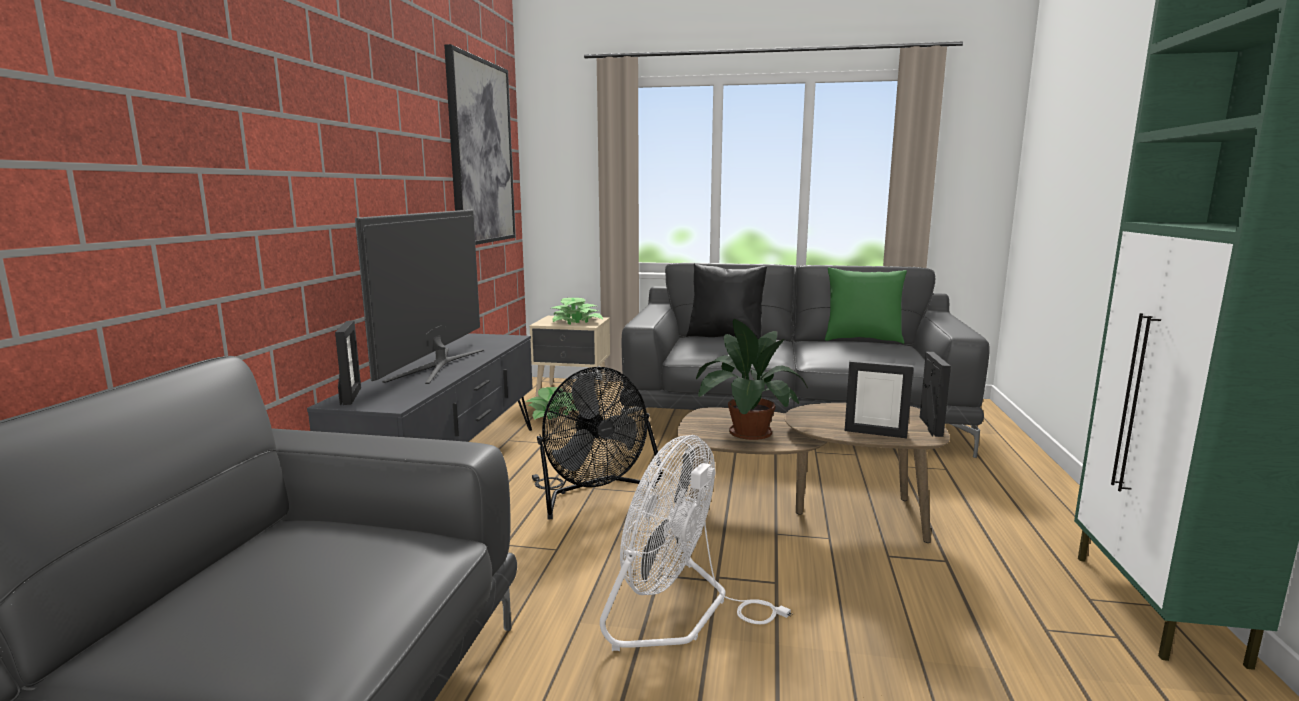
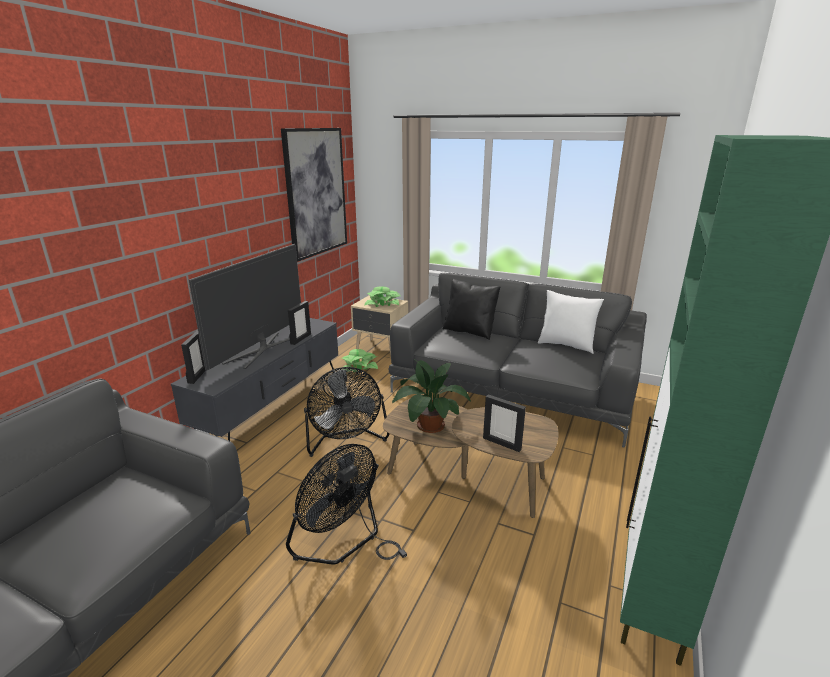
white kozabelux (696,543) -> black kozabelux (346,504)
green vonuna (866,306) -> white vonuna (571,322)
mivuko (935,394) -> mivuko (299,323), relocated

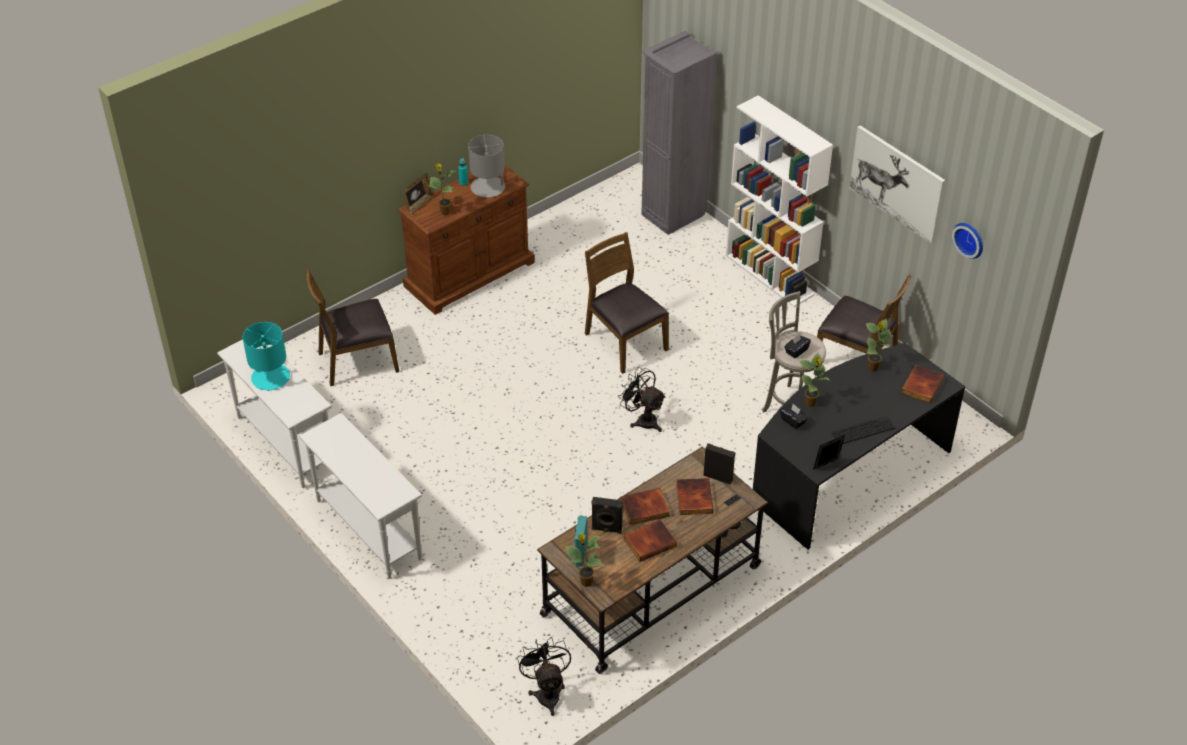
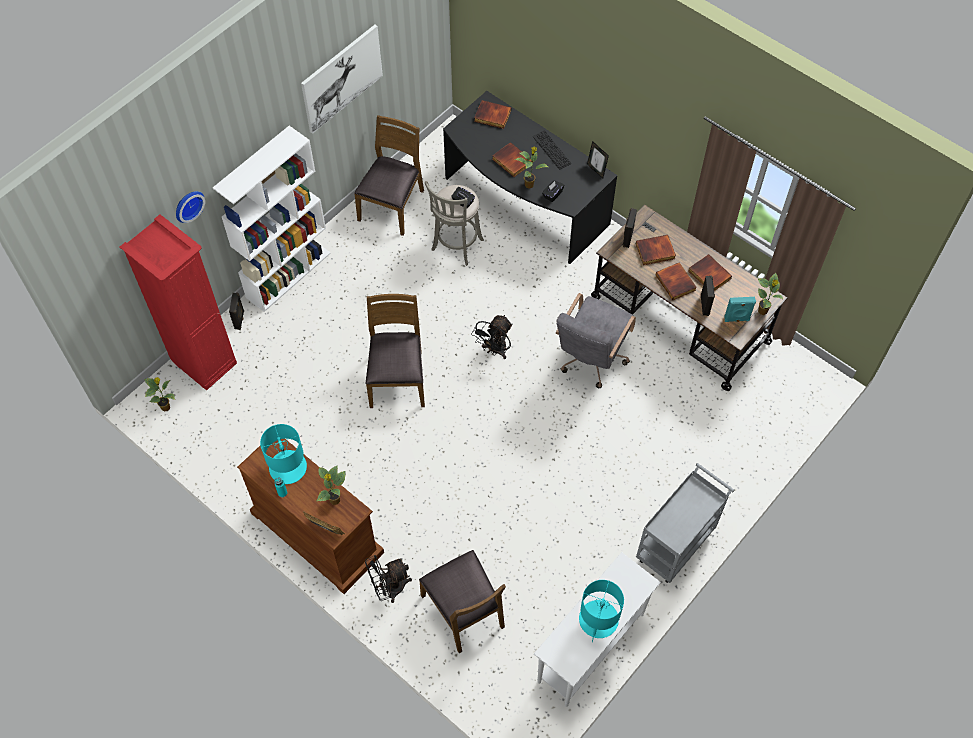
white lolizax (360,496) -> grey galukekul (685,523)
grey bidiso (489,166) -> turquoise bidiso (283,454)
black kozabelux (544,676) -> black kozabelux (388,579), relocated
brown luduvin (627,303) -> brown luduvin (395,351), 135 degrees clockwise
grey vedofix (679,133) -> red vedofix (178,302)
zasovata (878,345) -> zasovata (159,394), relocated
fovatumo (967,241) -> fovatumo (190,207), relocated
none -> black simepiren (236,311)
none -> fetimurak (512,159)
none -> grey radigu (596,340)

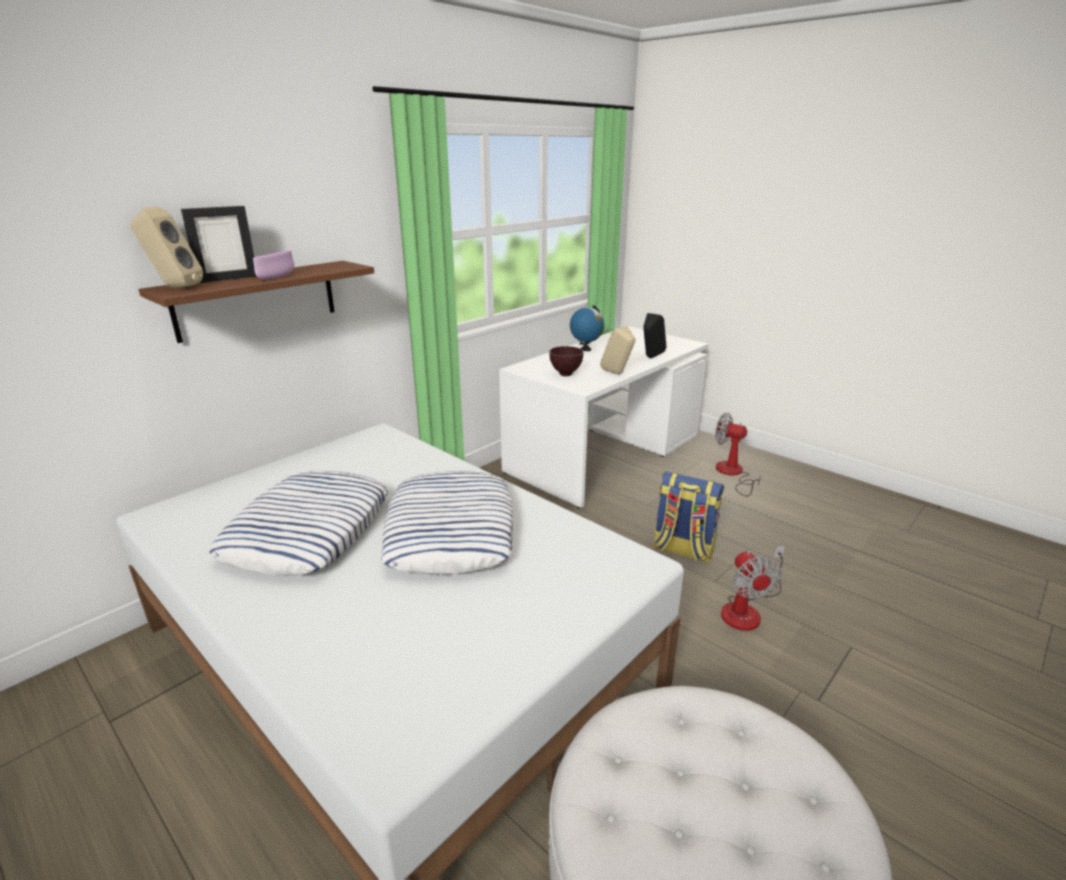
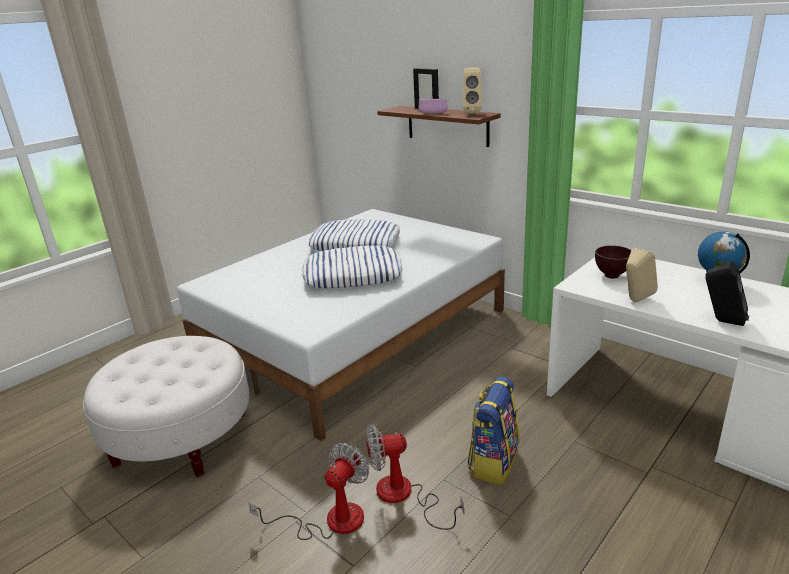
beige simepiren (166,247) -> beige simepiren (472,90), relocated
kozabelux (738,455) -> kozabelux (308,491), relocated

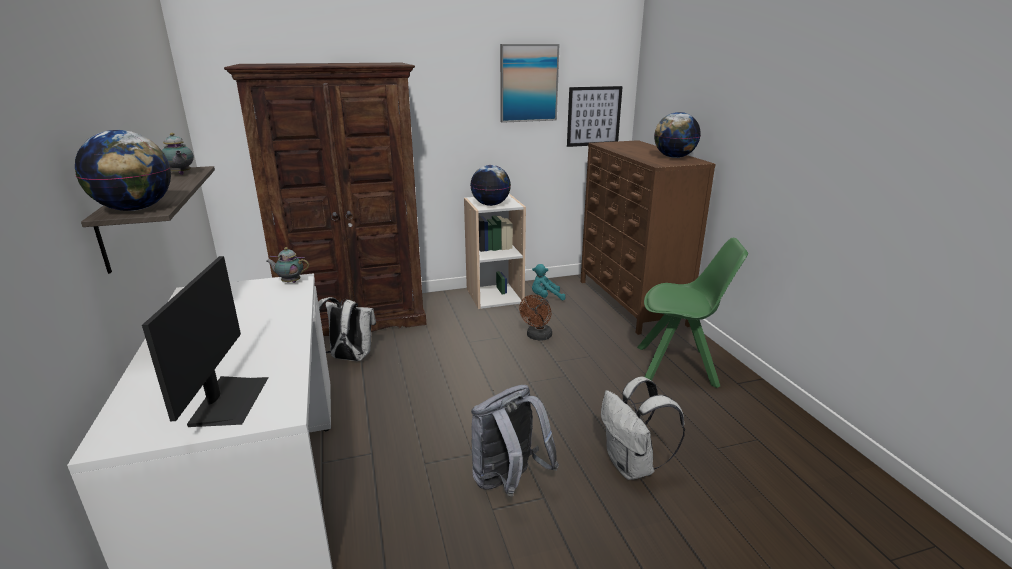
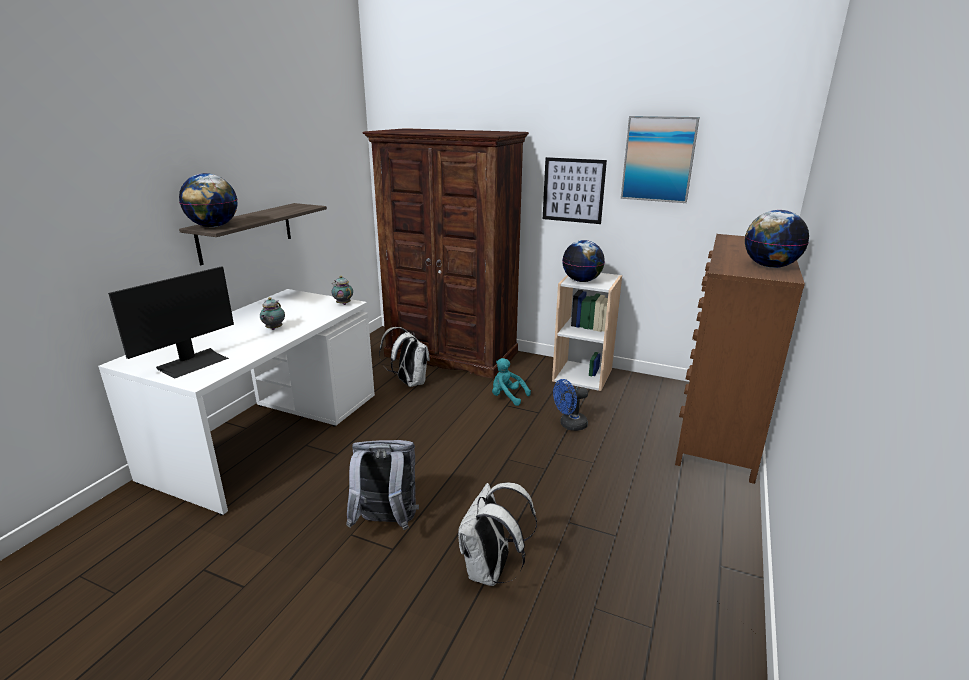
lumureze (178,154) -> lumureze (272,313), relocated
brown kozabelux (535,318) -> blue kozabelux (570,405)
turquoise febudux (548,282) -> turquoise febudux (511,382), relocated
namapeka (595,116) -> namapeka (575,190), relocated
green luduvin (692,313) -> none

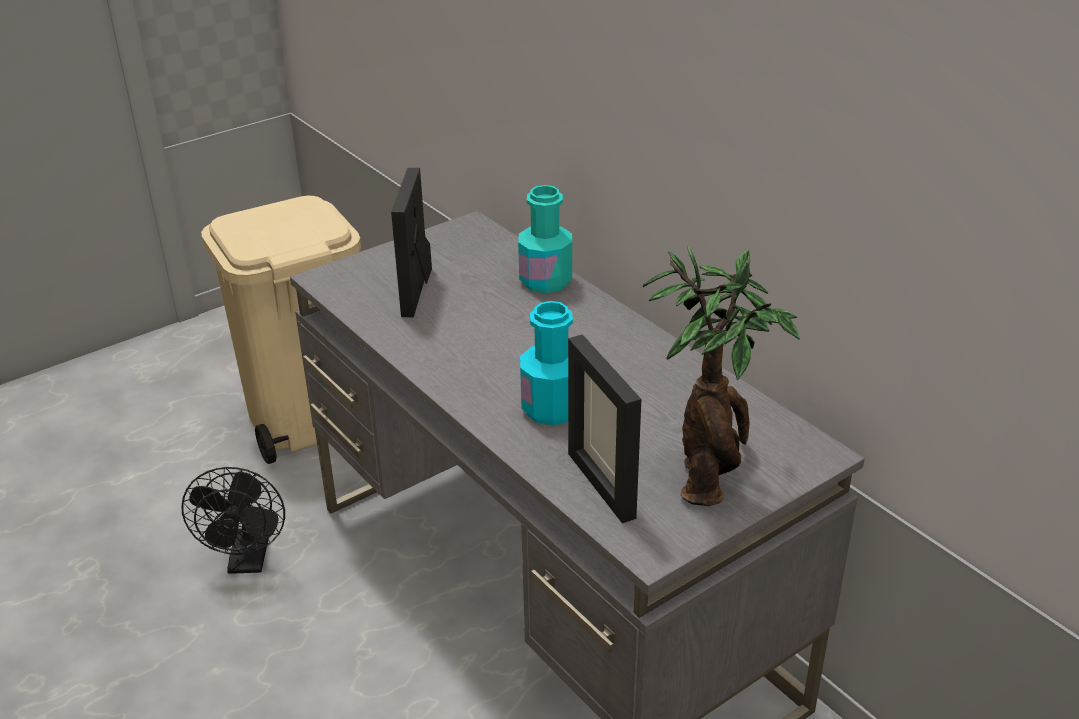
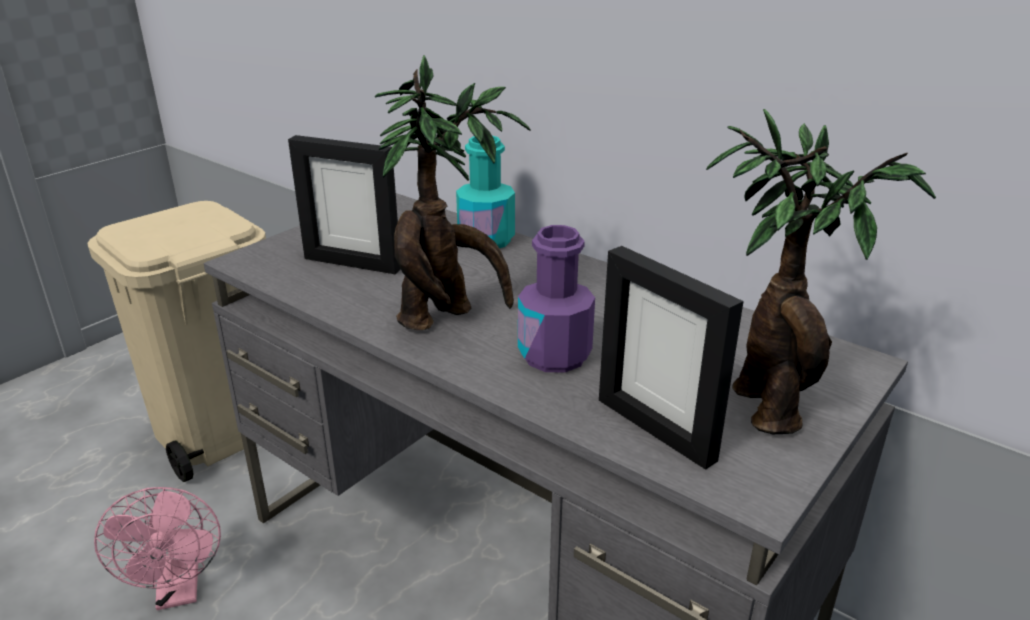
black kozabelux (233,520) -> pink kozabelux (157,548)
mivuko (411,242) -> mivuko (344,204), 60 degrees counterclockwise
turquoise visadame (546,363) -> purple visadame (556,299)
none -> zasovata (453,192)

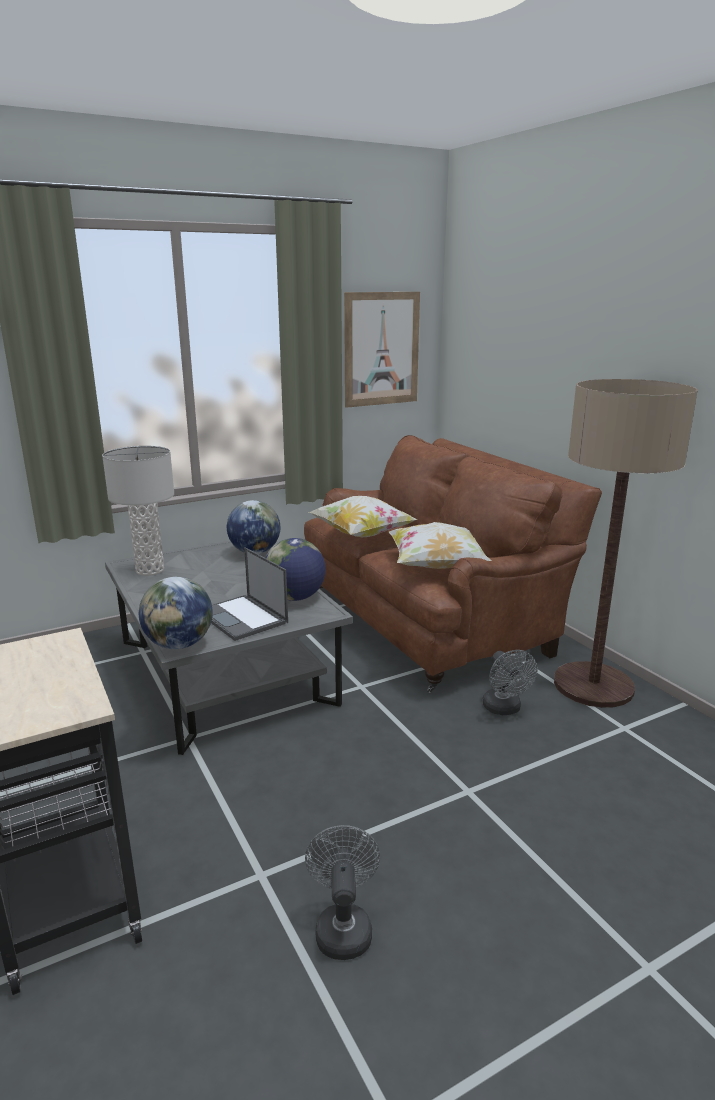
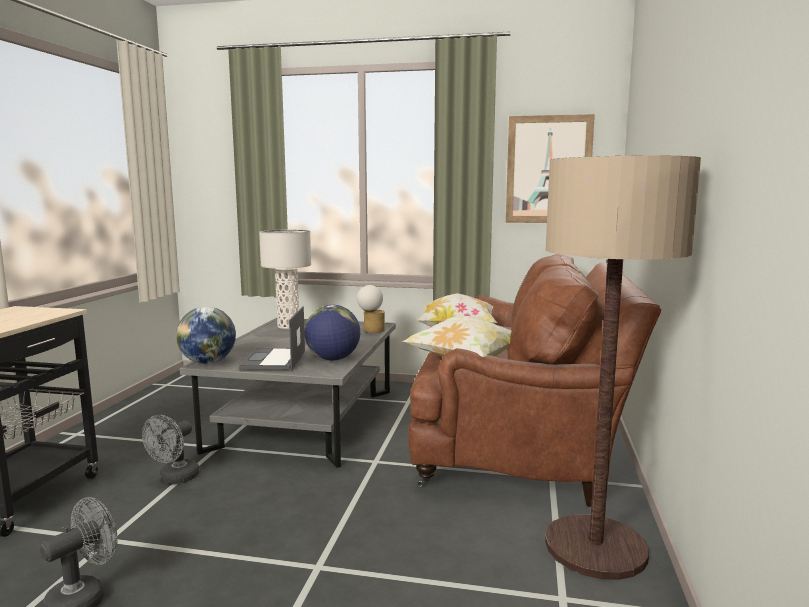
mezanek (253,527) -> bidiso (371,309)
grey kozabelux (510,682) -> grey kozabelux (171,449), relocated

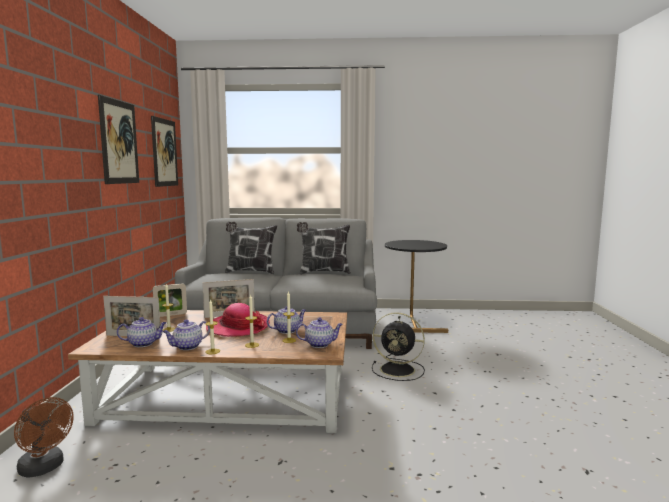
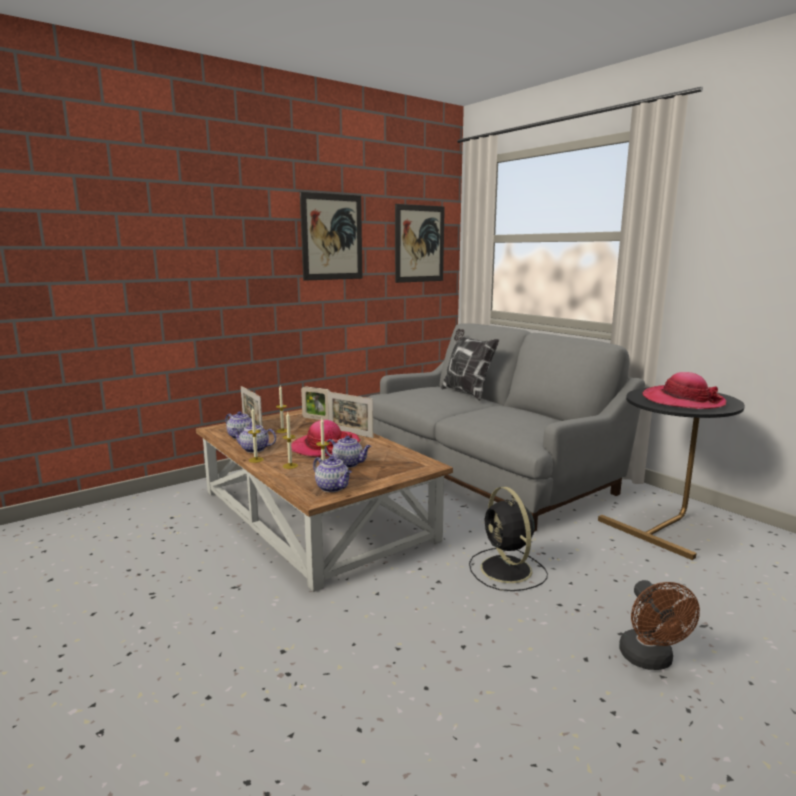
brown kozabelux (44,437) -> brown kozabelux (659,625), relocated
vonuna (324,248) -> none
none -> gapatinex (684,390)

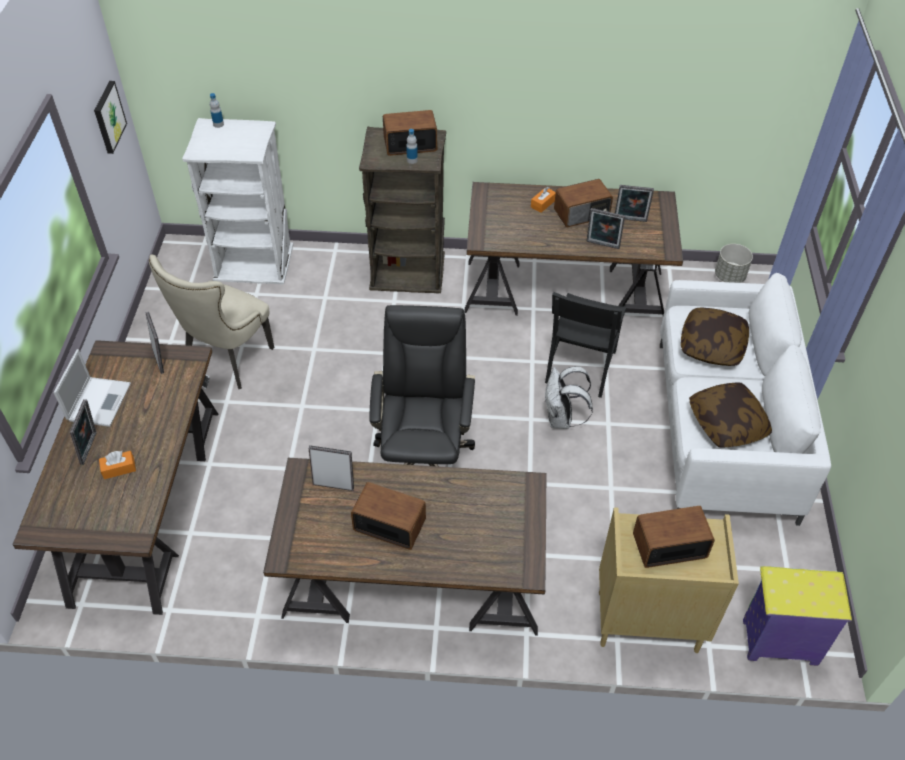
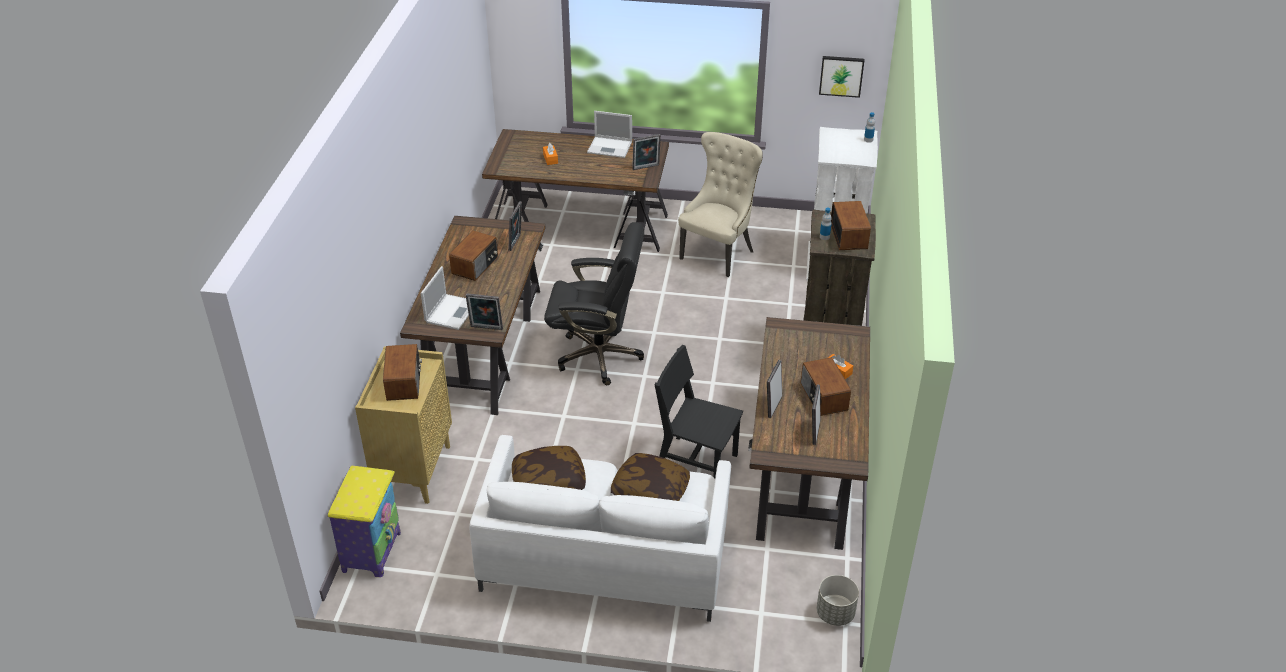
mivuko (83,432) -> mivuko (484,311), relocated
beige luduvin (211,321) -> beige luduvin (720,204), 90 degrees clockwise
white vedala (568,397) -> none
none -> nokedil (445,298)

